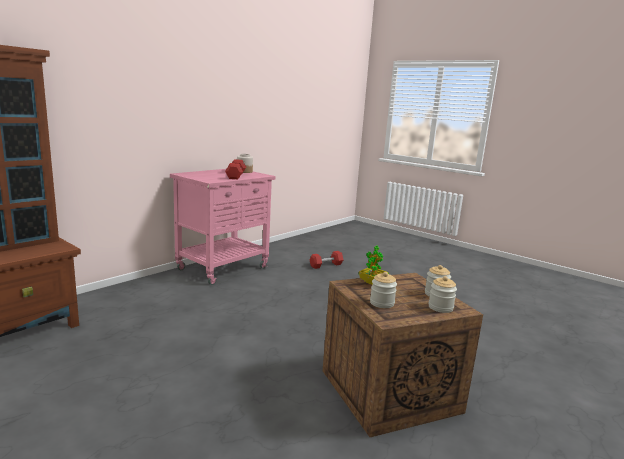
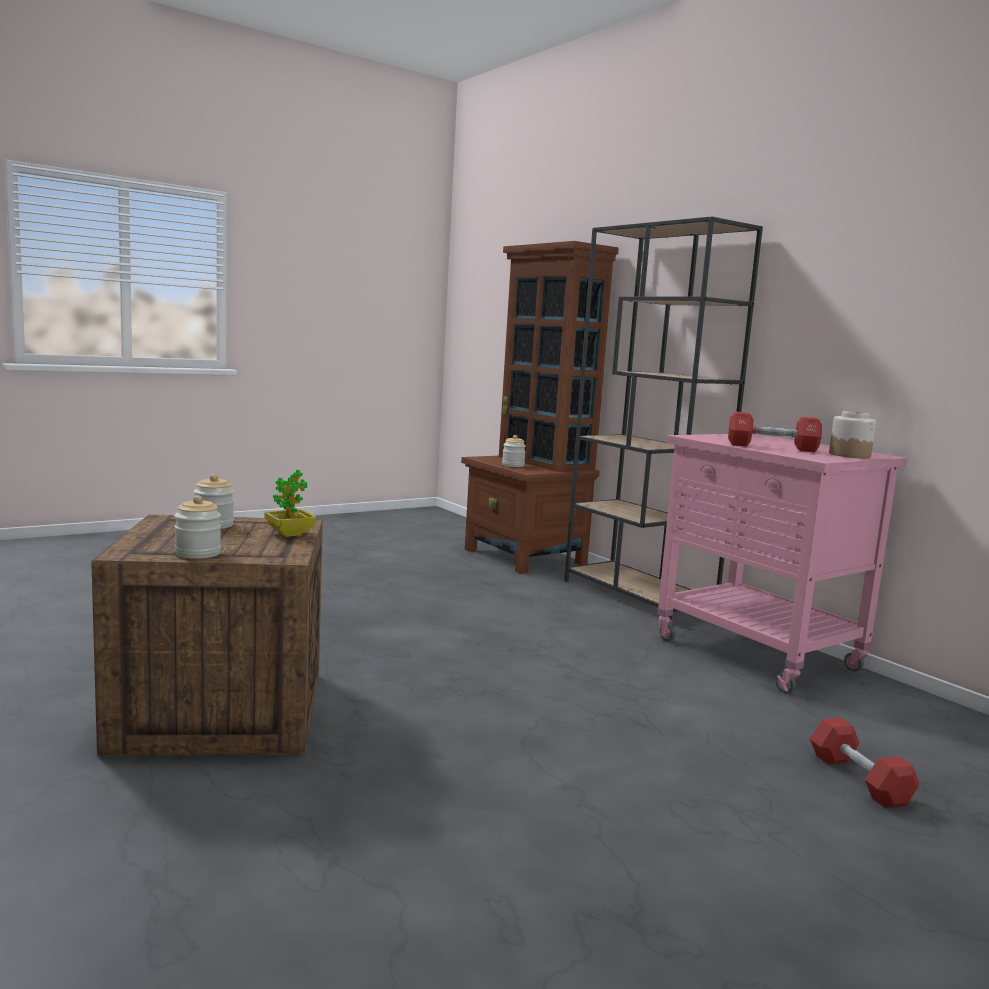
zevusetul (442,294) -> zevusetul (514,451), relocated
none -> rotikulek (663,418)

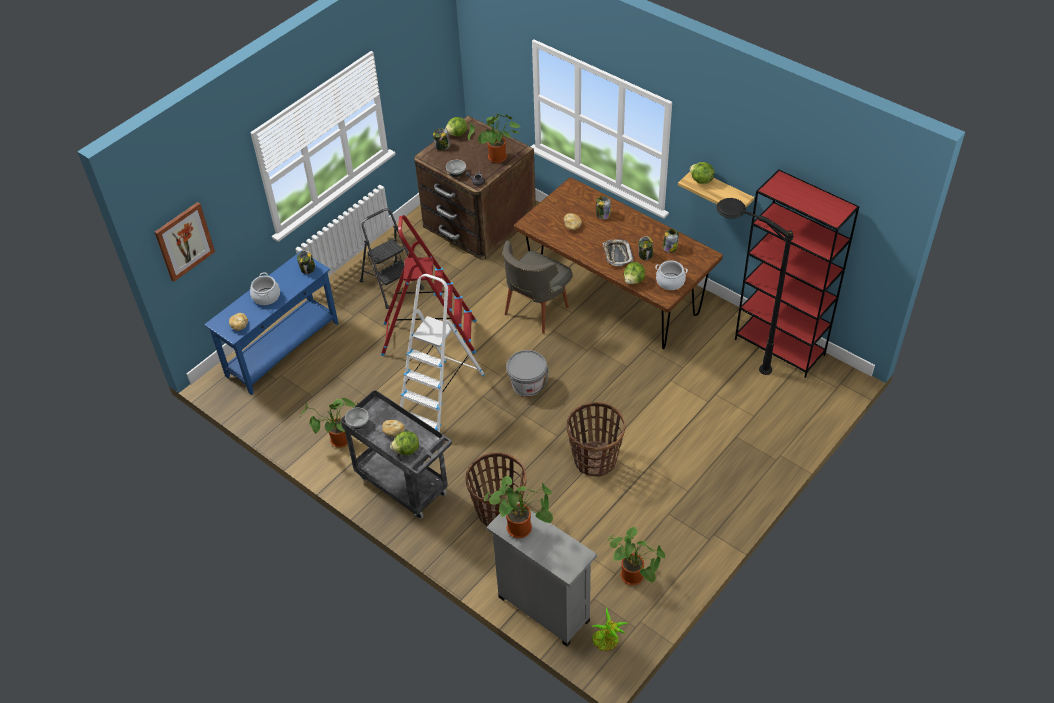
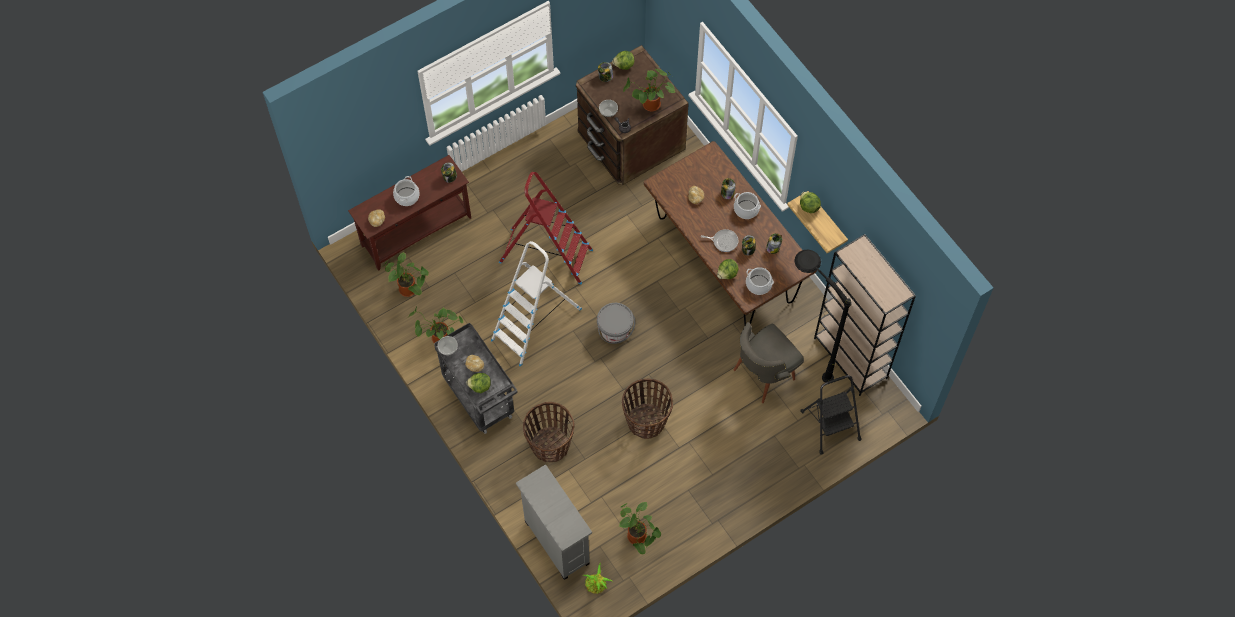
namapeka (185,242) -> none
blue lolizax (271,323) -> brown lolizax (409,213)
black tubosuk (391,258) -> black tubosuk (831,414), relocated
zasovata (518,506) -> zasovata (406,274), relocated
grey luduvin (538,287) -> grey luduvin (769,362), relocated
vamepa (618,252) -> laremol (719,240)
red rotikulek (797,273) -> beige rotikulek (865,315)
none -> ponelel (747,205)

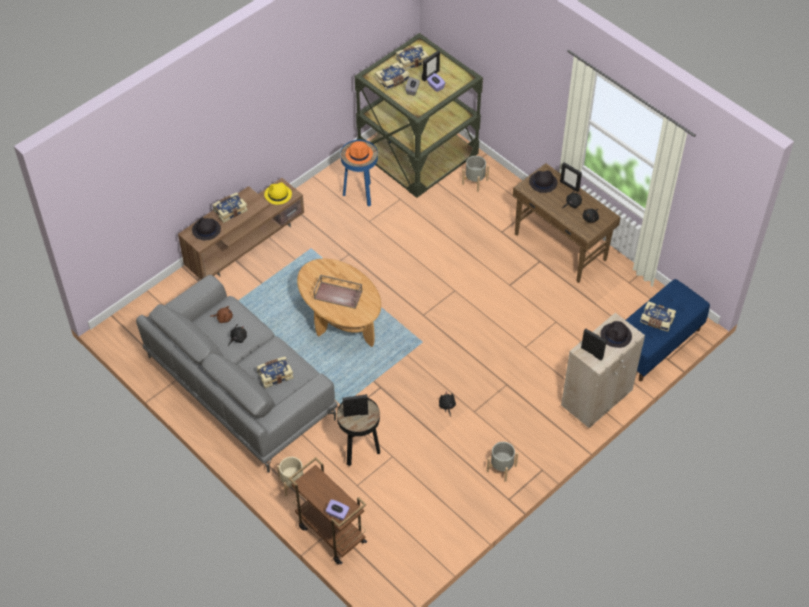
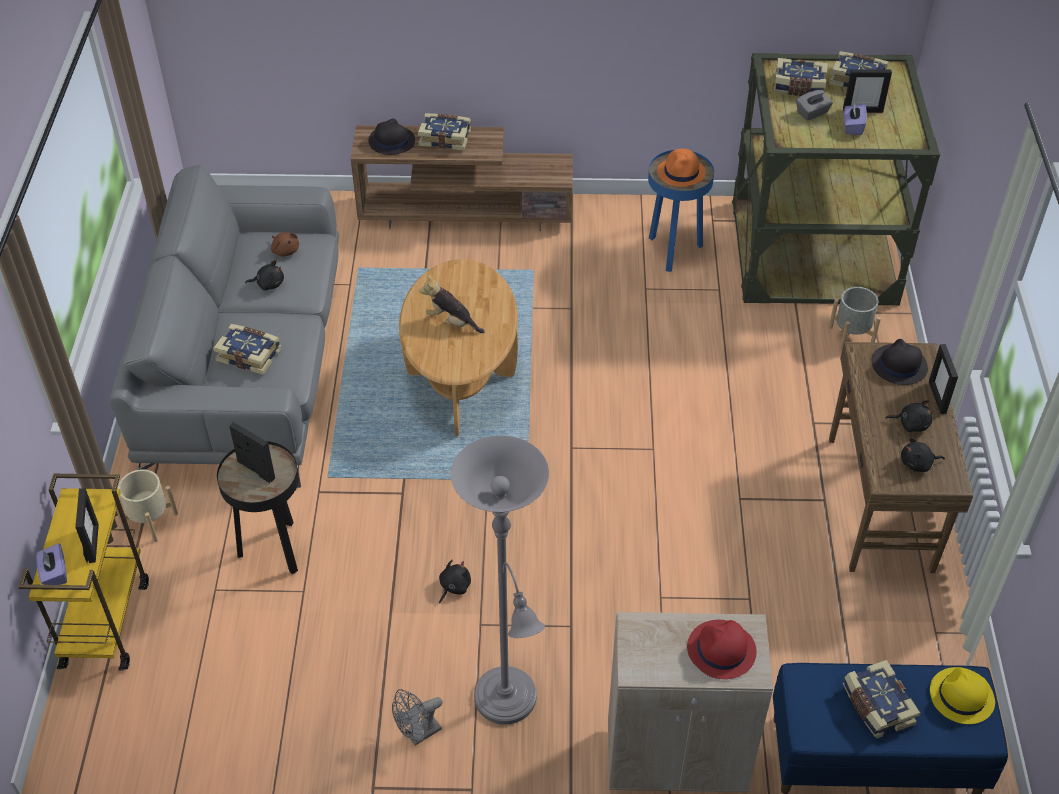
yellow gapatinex (278,193) -> yellow gapatinex (962,695), relocated
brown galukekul (328,510) -> yellow galukekul (83,572)
brown vamepa (338,292) -> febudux (452,304)
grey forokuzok (502,462) -> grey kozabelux (417,717)
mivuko (594,344) -> mivuko (87,525), relocated
black gapatinex (616,334) -> red gapatinex (722,649)
none -> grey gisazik (500,580)

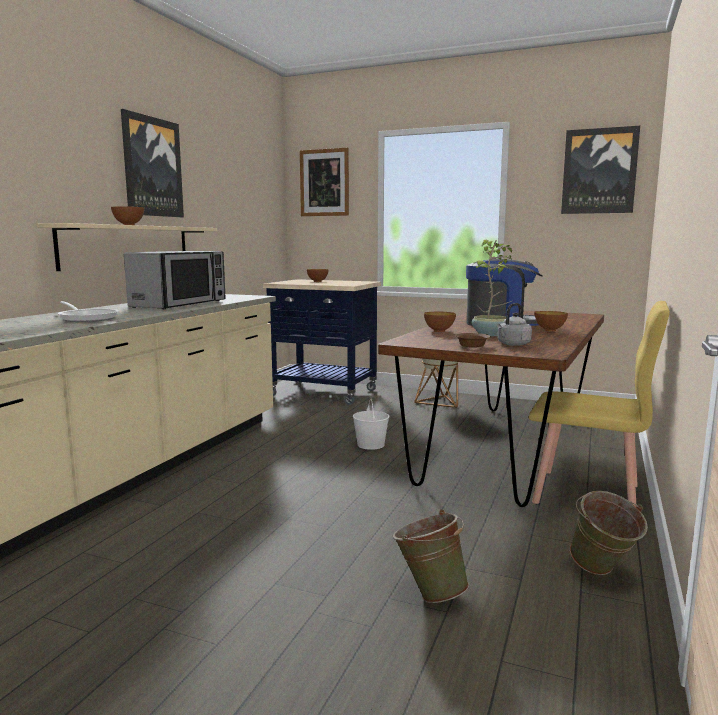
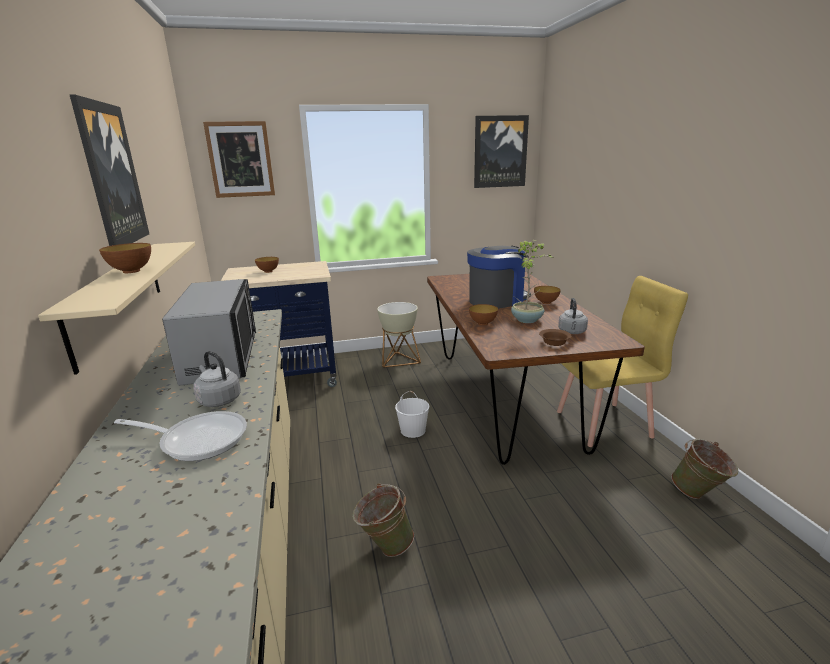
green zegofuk (431,556) -> green zegofuk (383,520), relocated
none -> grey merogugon (217,379)

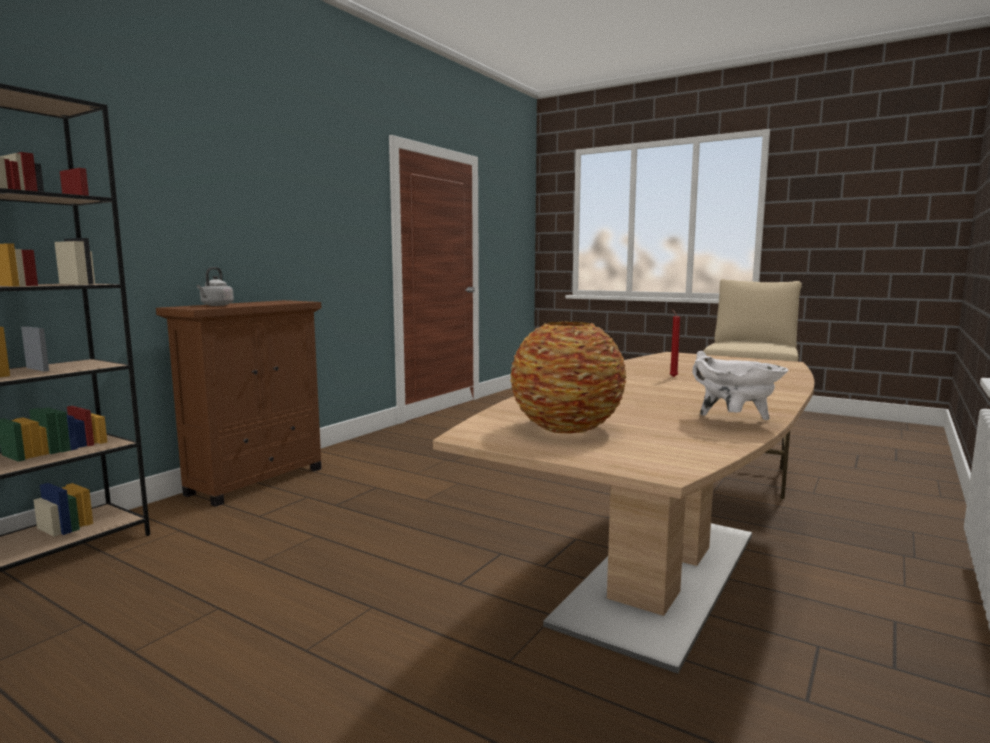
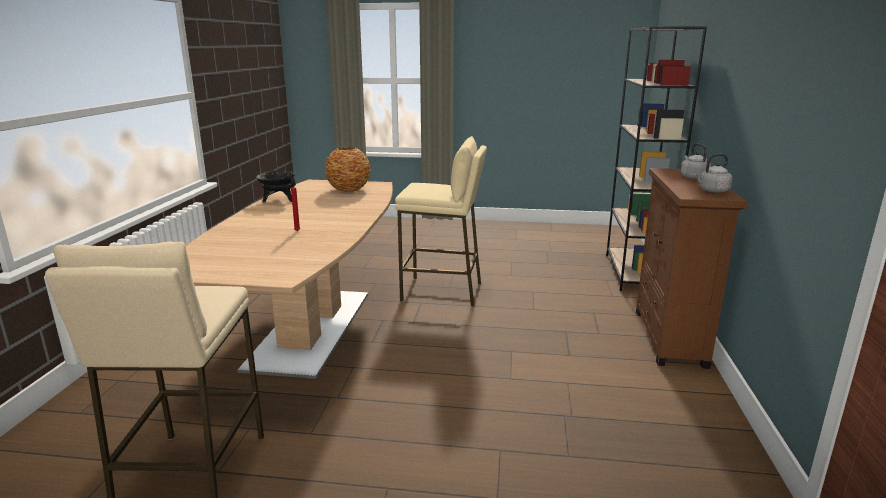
white ponelel (740,385) -> black ponelel (275,186)
none -> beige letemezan (441,221)
none -> grey merogugon (713,173)

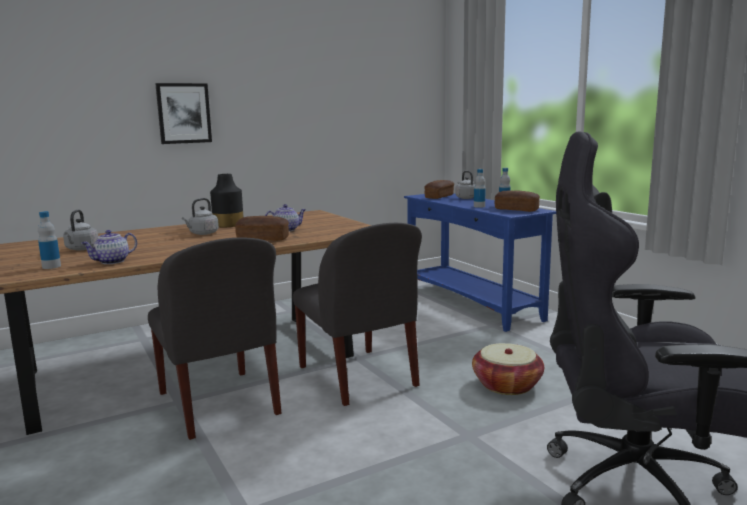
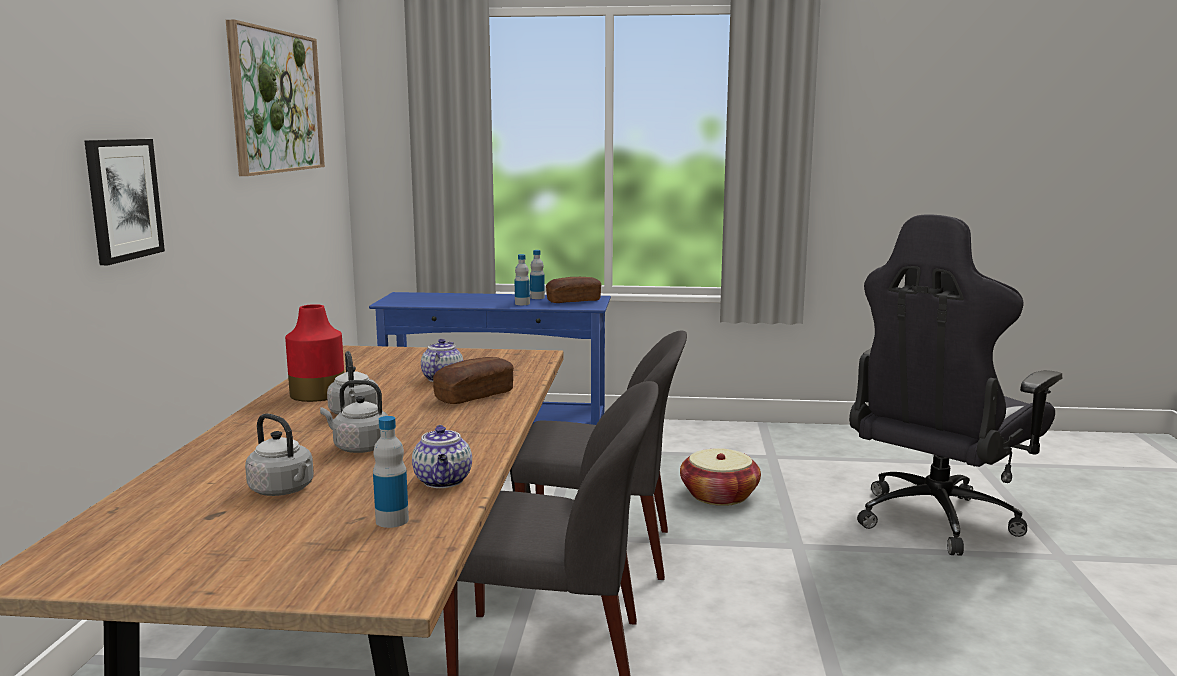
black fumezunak (226,200) -> red fumezunak (314,353)
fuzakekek (439,189) -> none
grey merogugon (465,185) -> grey merogugon (354,416), relocated
none -> namapeka (275,98)

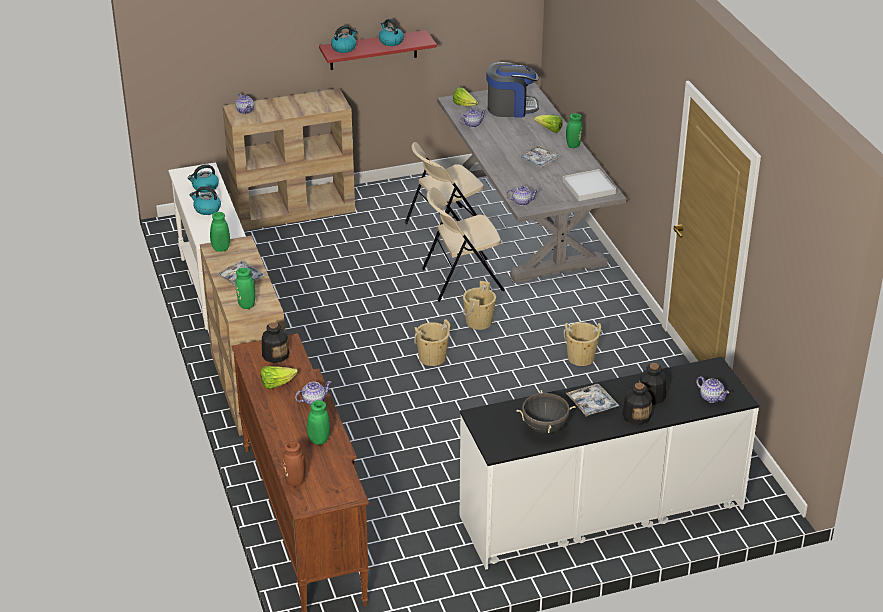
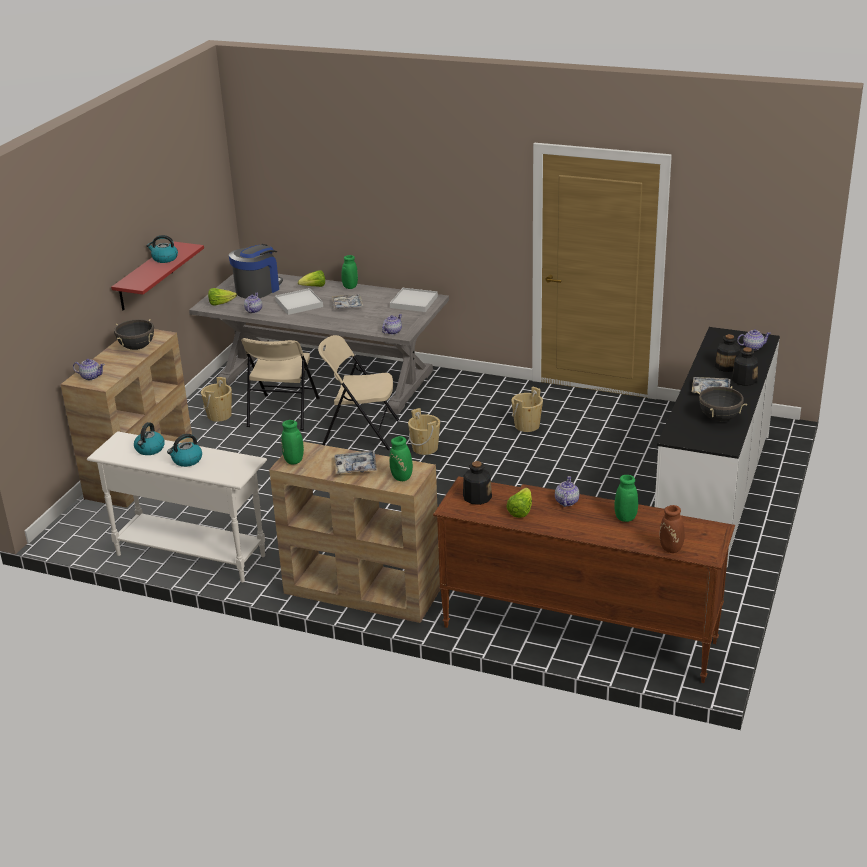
merogugon (344,39) -> none
beige zegofuk (432,342) -> beige zegofuk (216,399), relocated
beige luduvin (463,244) -> beige luduvin (358,392), 75 degrees clockwise
none -> black ponelel (134,334)
none -> white vamepa (299,301)

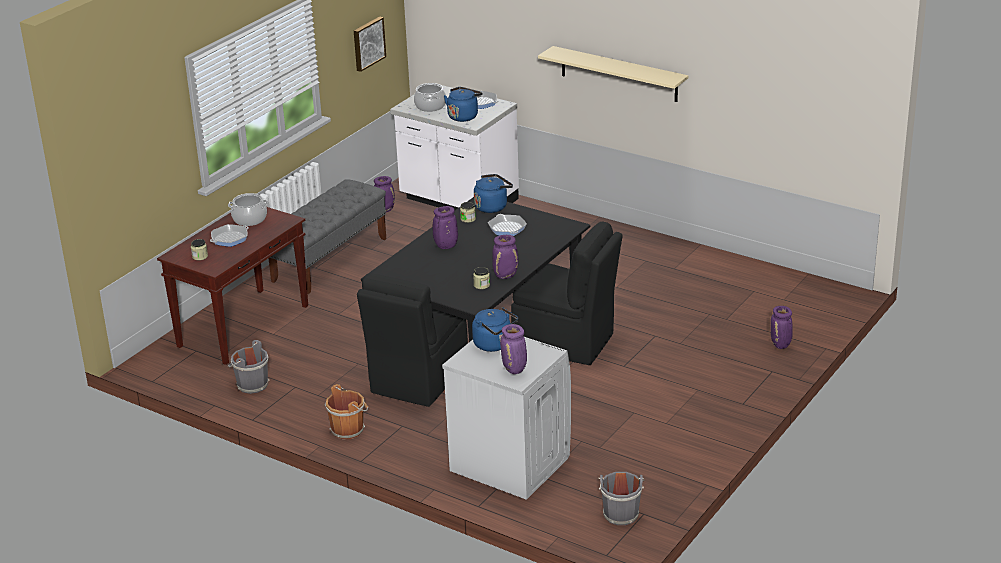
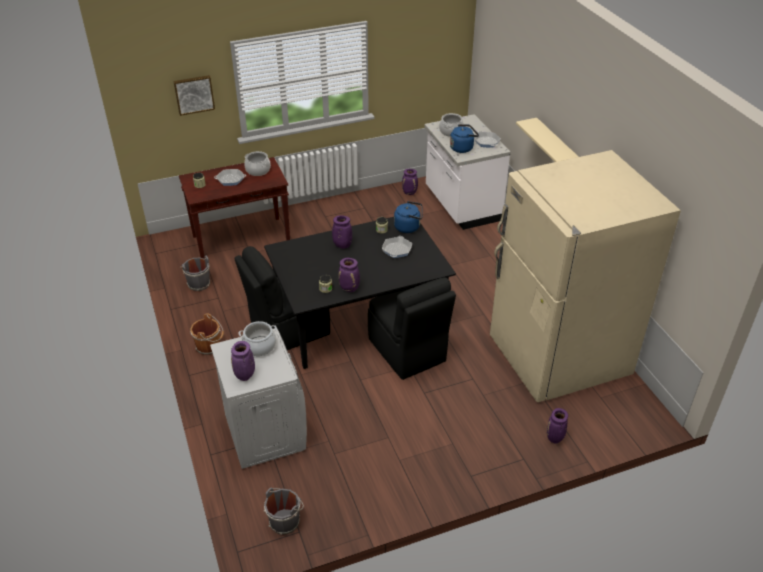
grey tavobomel (327,236) -> none
namapeka (370,44) -> namapeka (194,95), relocated
blue merogugon (495,329) -> ponelel (258,338)
none -> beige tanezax (585,276)

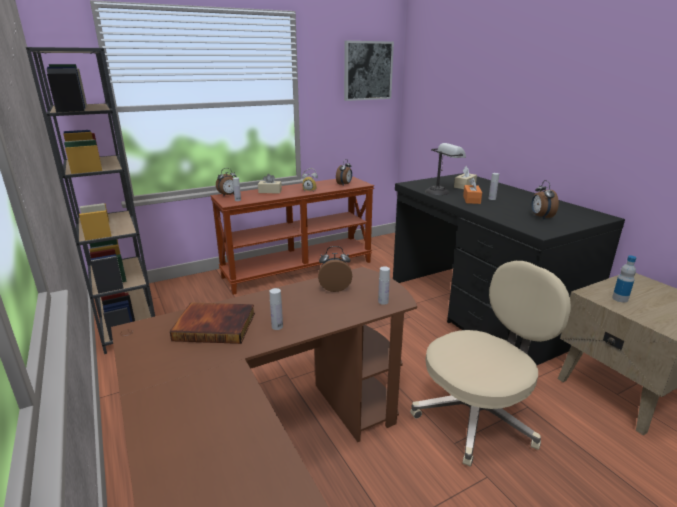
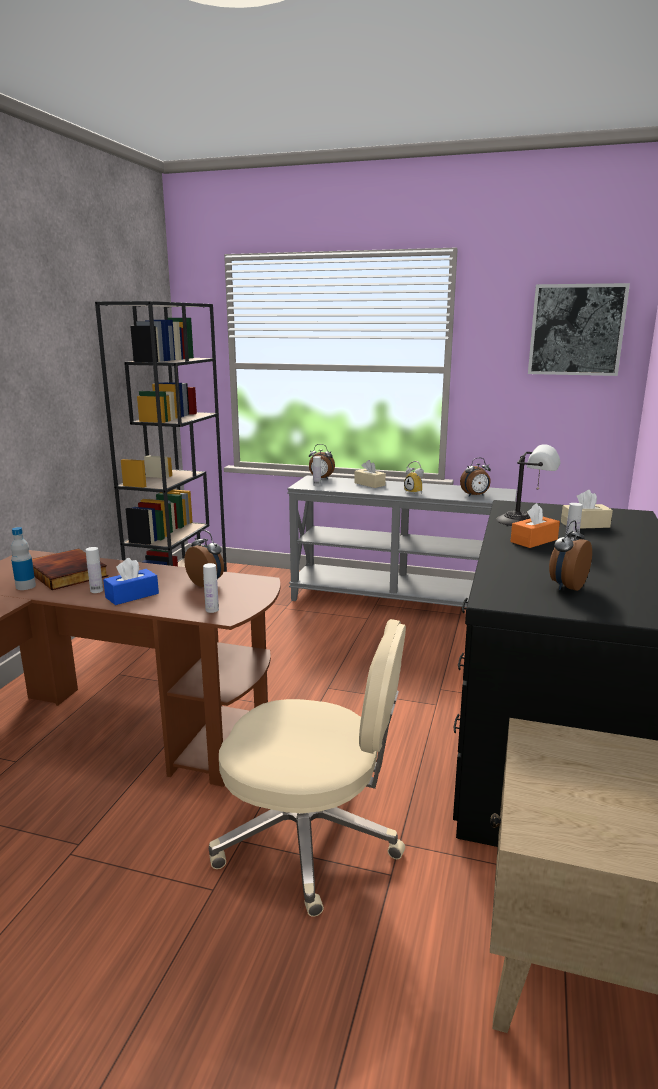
brown lolizax (292,236) -> grey lolizax (402,541)
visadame (624,279) -> visadame (23,558), relocated
none -> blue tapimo (131,581)

